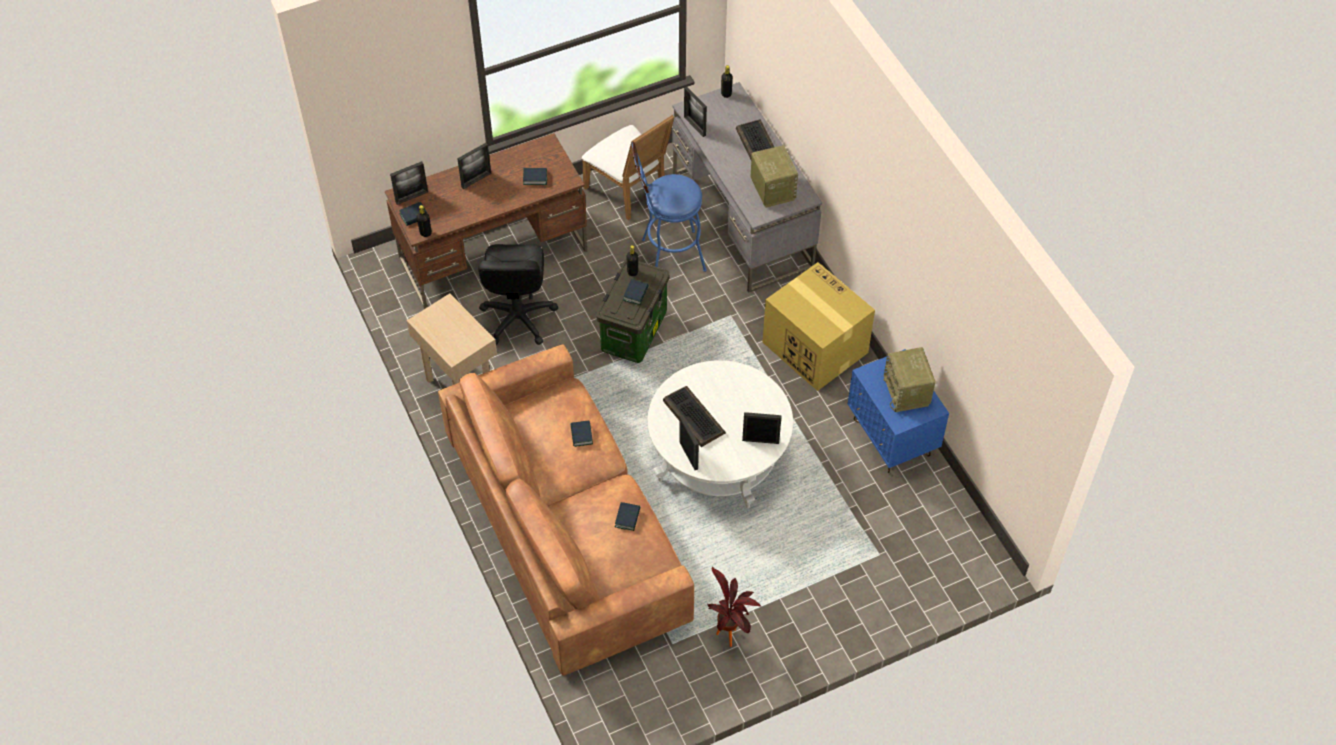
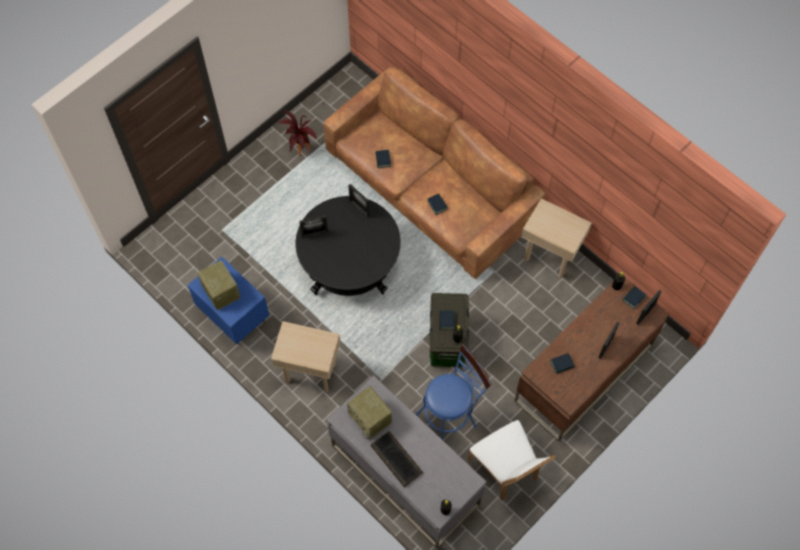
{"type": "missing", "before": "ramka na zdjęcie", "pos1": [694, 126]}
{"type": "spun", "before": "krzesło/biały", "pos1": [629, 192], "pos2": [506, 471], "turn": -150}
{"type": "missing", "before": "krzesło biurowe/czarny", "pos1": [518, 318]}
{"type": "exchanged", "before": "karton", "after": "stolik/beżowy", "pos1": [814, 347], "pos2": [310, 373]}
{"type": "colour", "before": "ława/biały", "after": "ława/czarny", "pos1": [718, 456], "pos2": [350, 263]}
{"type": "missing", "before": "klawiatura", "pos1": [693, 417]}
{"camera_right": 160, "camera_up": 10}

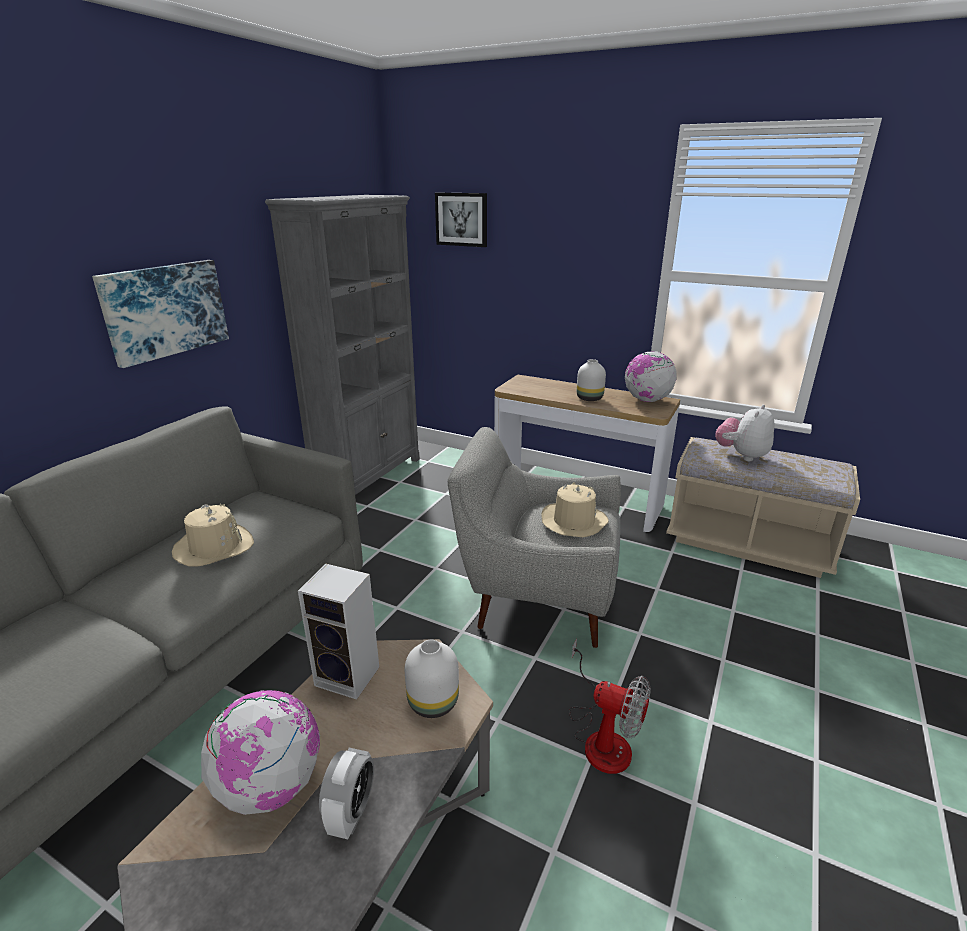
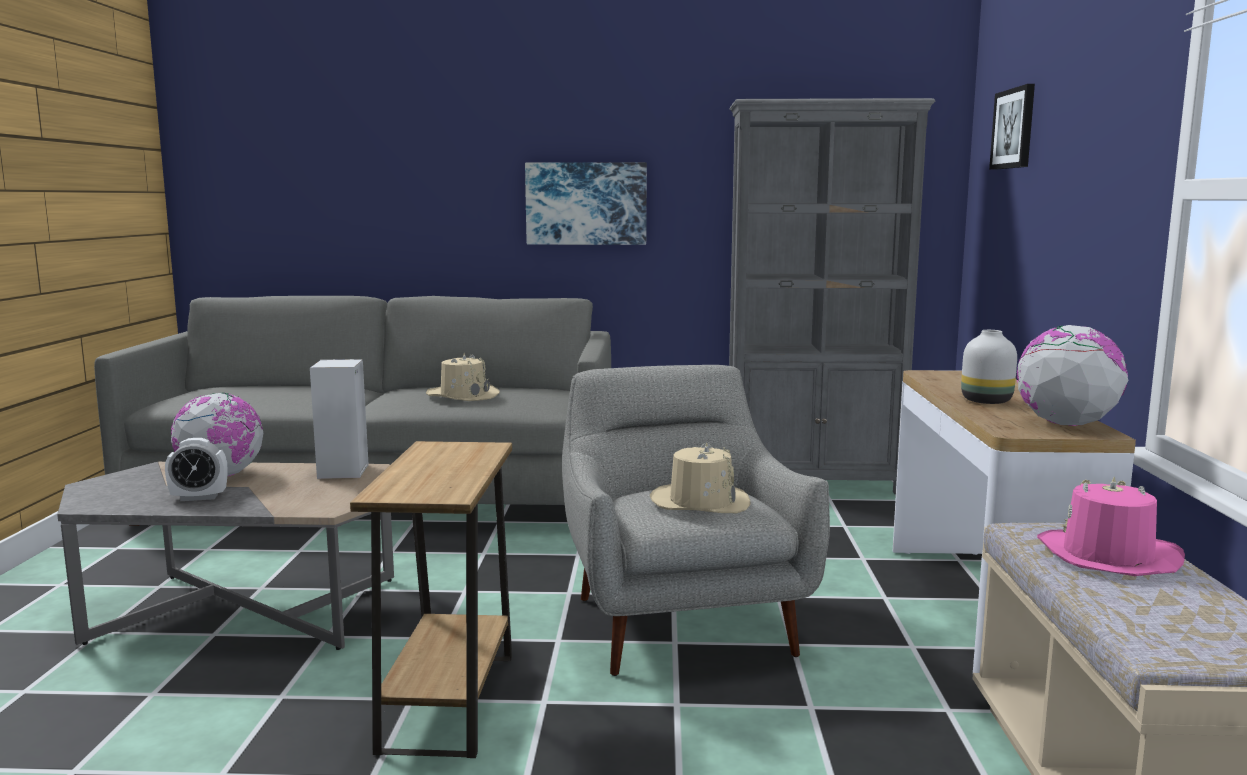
{"type": "exchanged", "before": "pluszak", "after": "kapelusz/różowy", "pos1": [741, 455], "pos2": [1107, 556]}
{"type": "exchanged", "before": "wentylator", "after": "stolik/brązowy", "pos1": [601, 737], "pos2": [449, 701]}
{"type": "missing", "before": "wazon/biały", "pos1": [434, 703]}
{"camera_right": 65, "camera_up": -15}

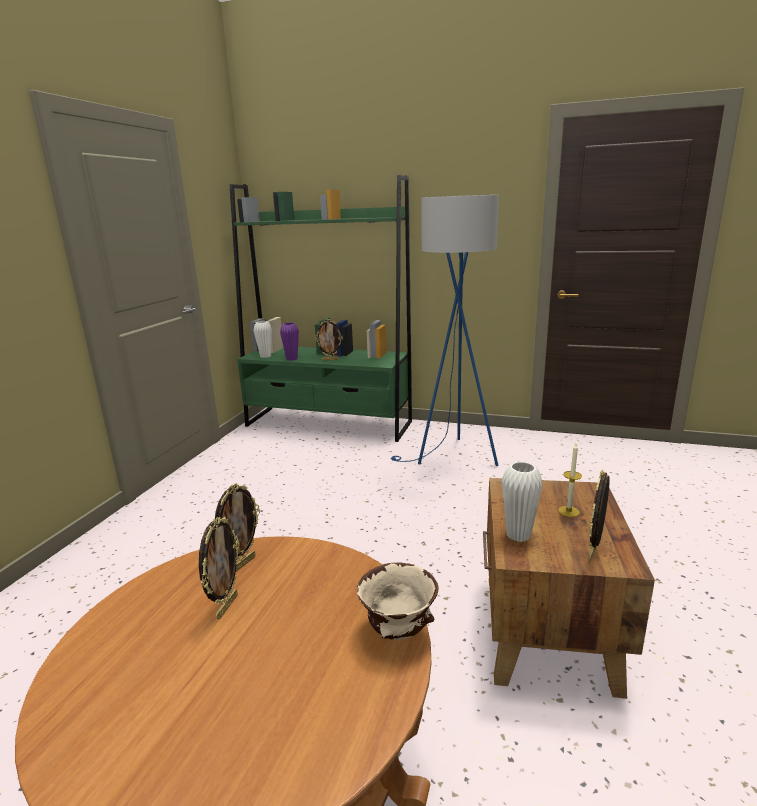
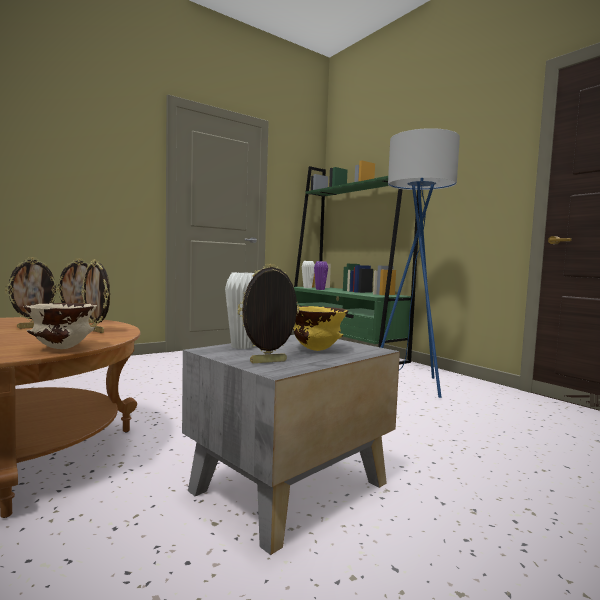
{"type": "relocated", "before": "ramka na zdjęcie", "pos1": [330, 359], "pos2": [96, 331]}
{"type": "exchanged", "before": "świeca", "after": "miska/żółty", "pos1": [568, 511], "pos2": [316, 350]}
{"type": "colour", "before": "stolik/brązowy", "after": "stolik/szary", "pos1": [547, 631], "pos2": [288, 487]}
{"camera_right": 35, "camera_up": -15}

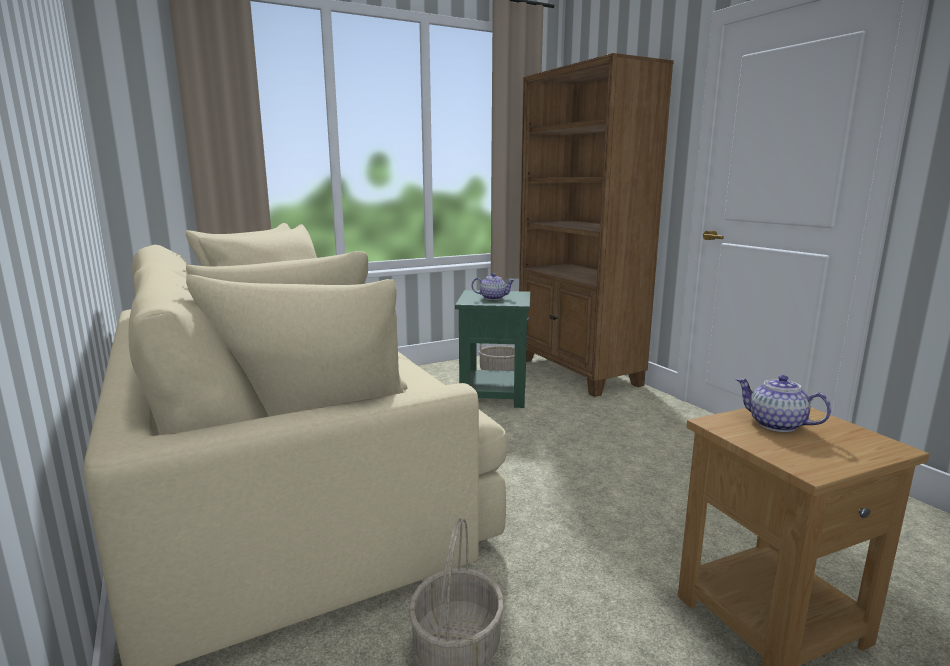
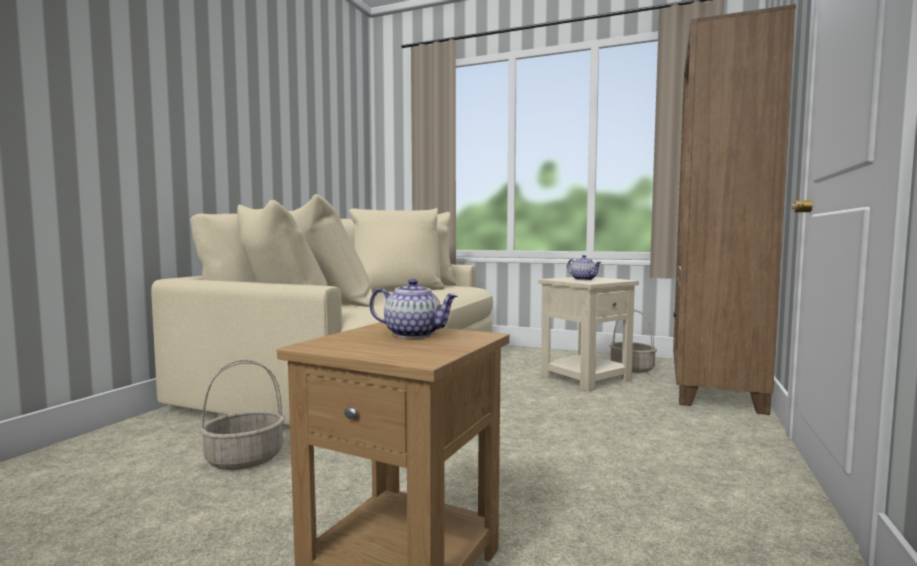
{"type": "colour", "before": "stolik/zielony", "after": "stolik/beżowy", "pos1": [493, 394], "pos2": [586, 378]}
{"type": "spun", "before": "imbryk", "pos1": [775, 424], "pos2": [414, 334], "turn": 105}
{"camera_right": 50, "camera_up": -10}

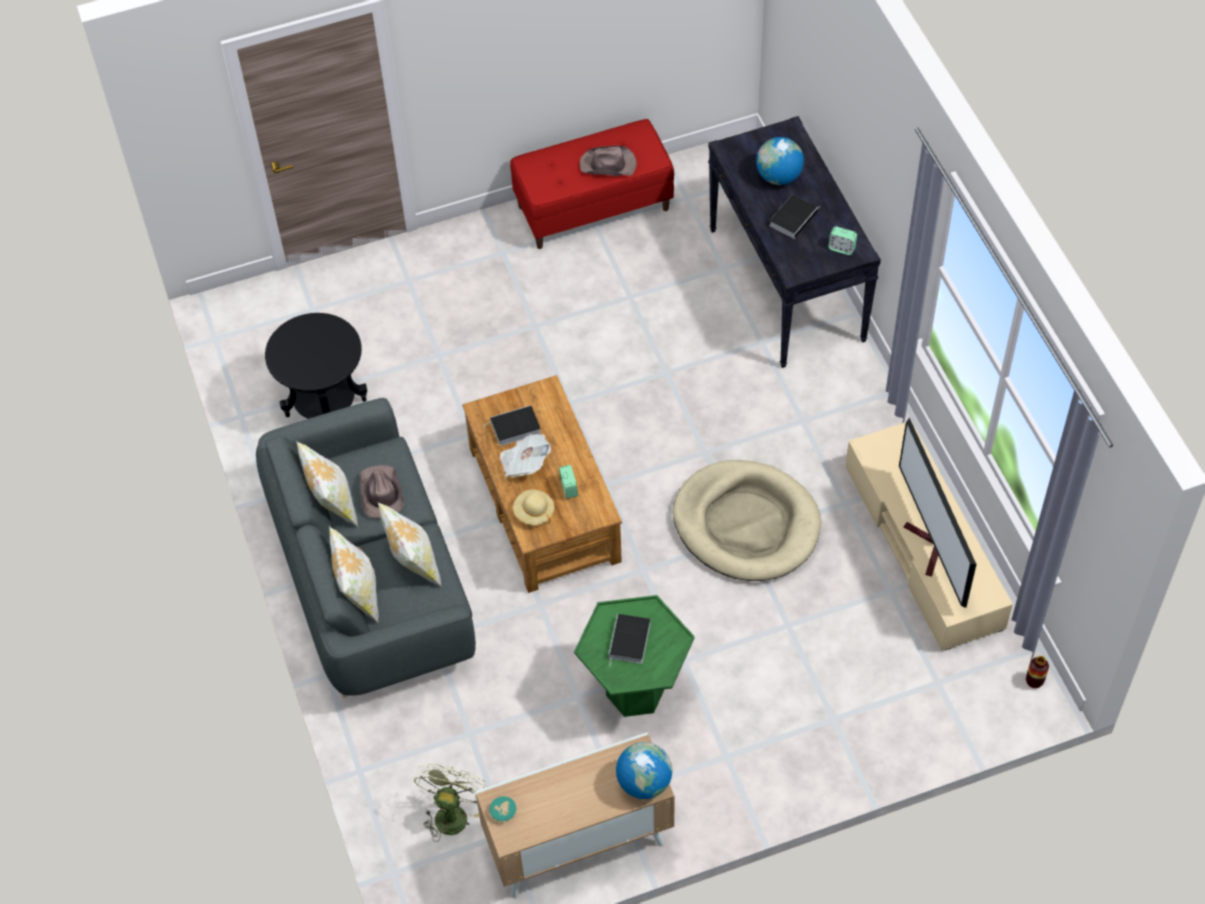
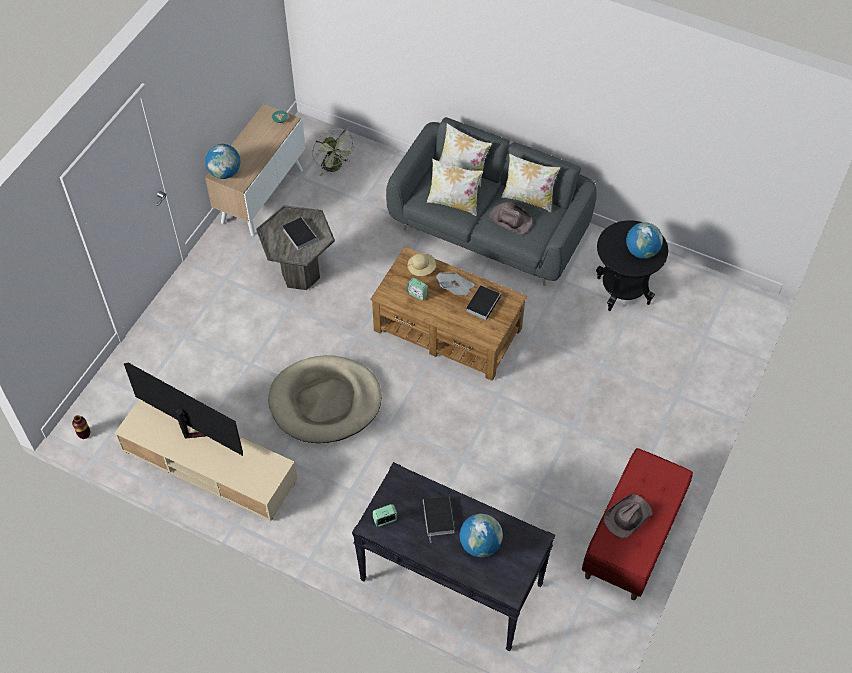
{"type": "colour", "before": "stolik/zielony", "after": "stolik/szary", "pos1": [635, 692], "pos2": [300, 275]}
{"type": "appeared", "after": "globus", "pos2": [642, 251]}
{"camera_right": 135, "camera_up": 0}

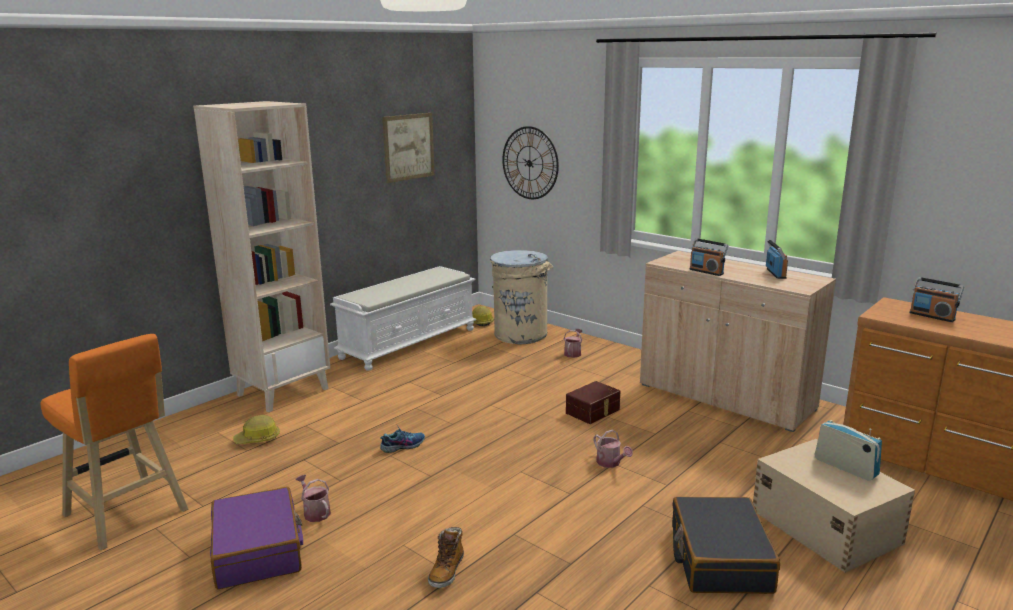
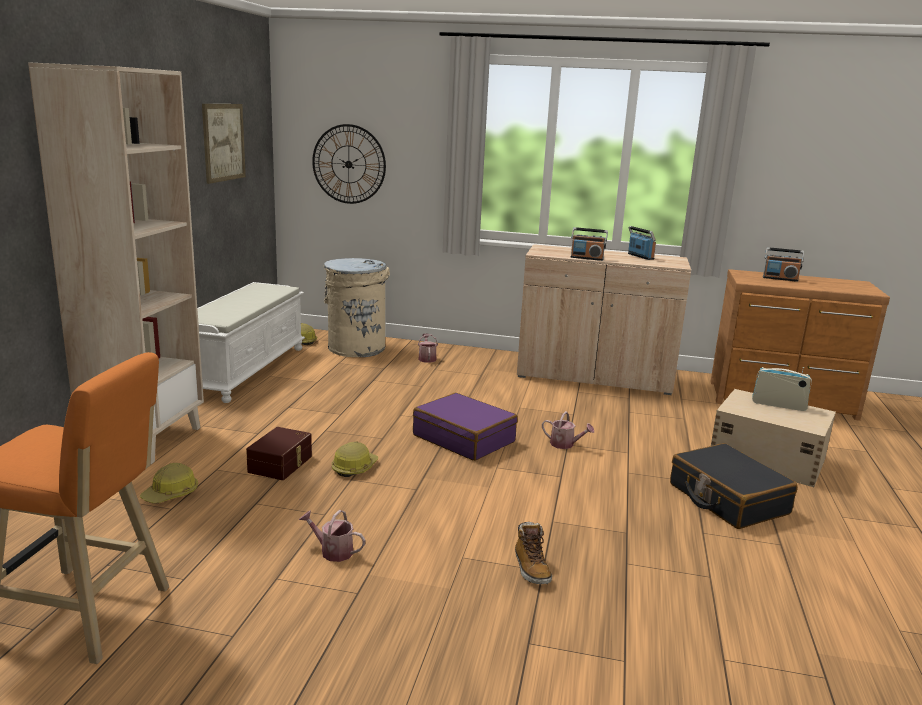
{"type": "relocated", "before": "pojemnik do przechowywania/brązowy", "pos1": [593, 411], "pos2": [281, 464]}
{"type": "exchanged", "before": "but", "after": "kask", "pos1": [403, 446], "pos2": [354, 468]}
{"type": "relocated", "before": "walizka/fioletowy", "pos1": [258, 550], "pos2": [464, 438]}
{"camera_right": -30, "camera_up": 0}

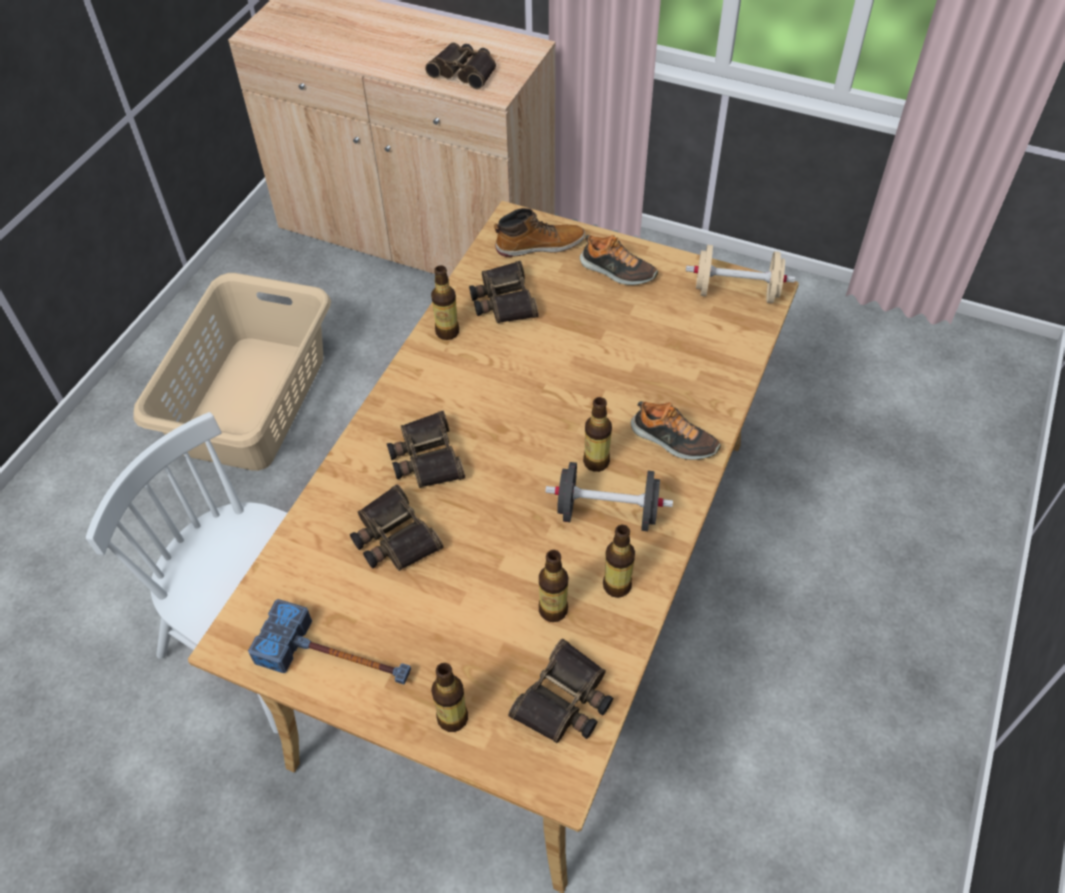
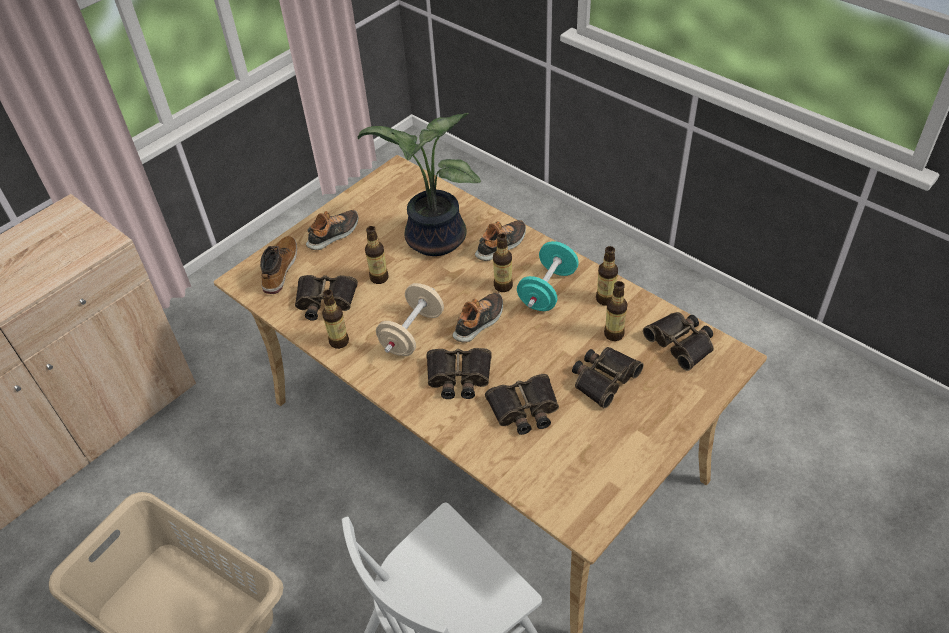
{"type": "relocated", "before": "lornetka", "pos1": [465, 71], "pos2": [603, 378]}
{"type": "relocated", "before": "hantel/beżowy", "pos1": [736, 292], "pos2": [412, 333]}
{"type": "colour", "before": "hantel/czarny", "after": "hantel/turkusowy", "pos1": [607, 513], "pos2": [547, 290]}
{"type": "missing", "before": "młotek", "pos1": [337, 659]}
{"type": "relocated", "before": "butelka", "pos1": [452, 718], "pos2": [379, 278]}
{"type": "appeared", "after": "roślina doniczkowa", "pos2": [432, 240]}
{"type": "appeared", "after": "but", "pos2": [479, 322]}
{"camera_right": -70, "camera_up": -5}

